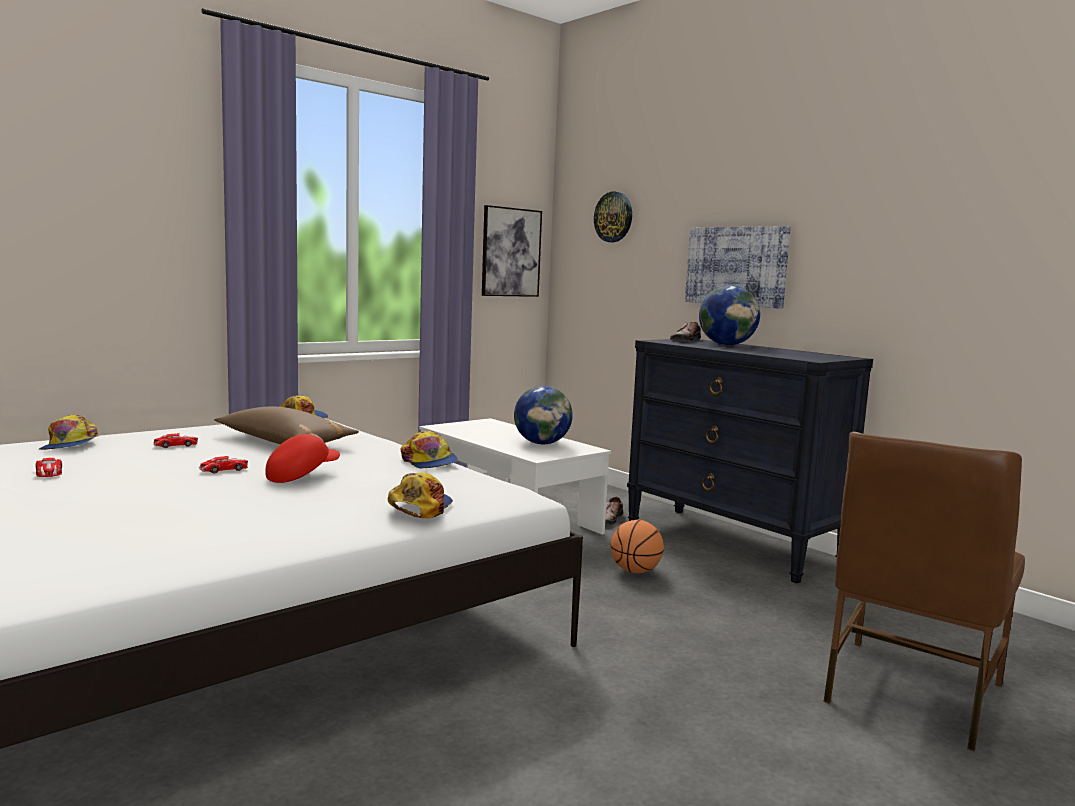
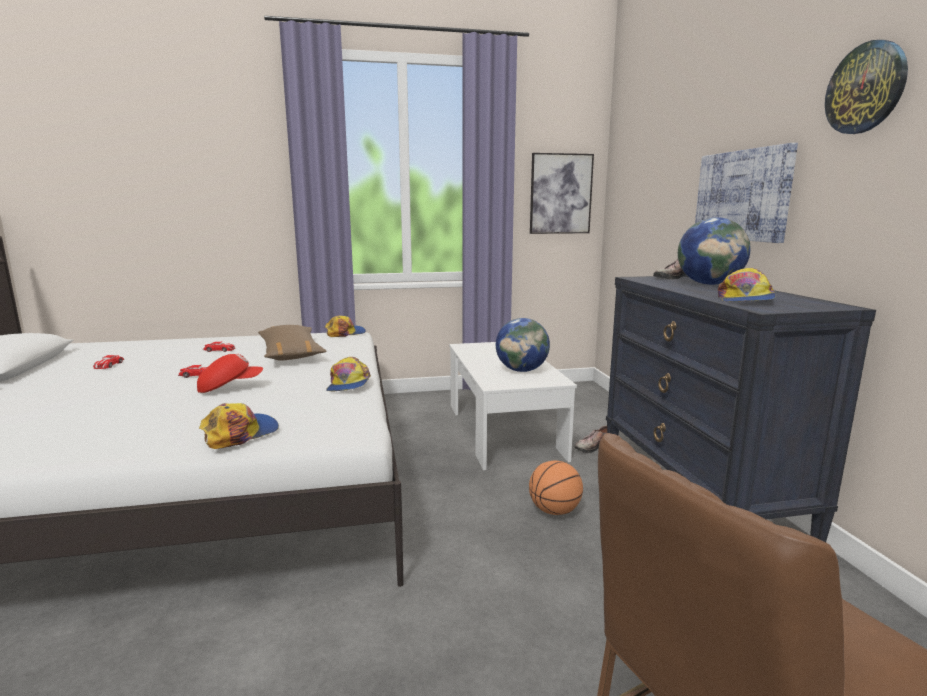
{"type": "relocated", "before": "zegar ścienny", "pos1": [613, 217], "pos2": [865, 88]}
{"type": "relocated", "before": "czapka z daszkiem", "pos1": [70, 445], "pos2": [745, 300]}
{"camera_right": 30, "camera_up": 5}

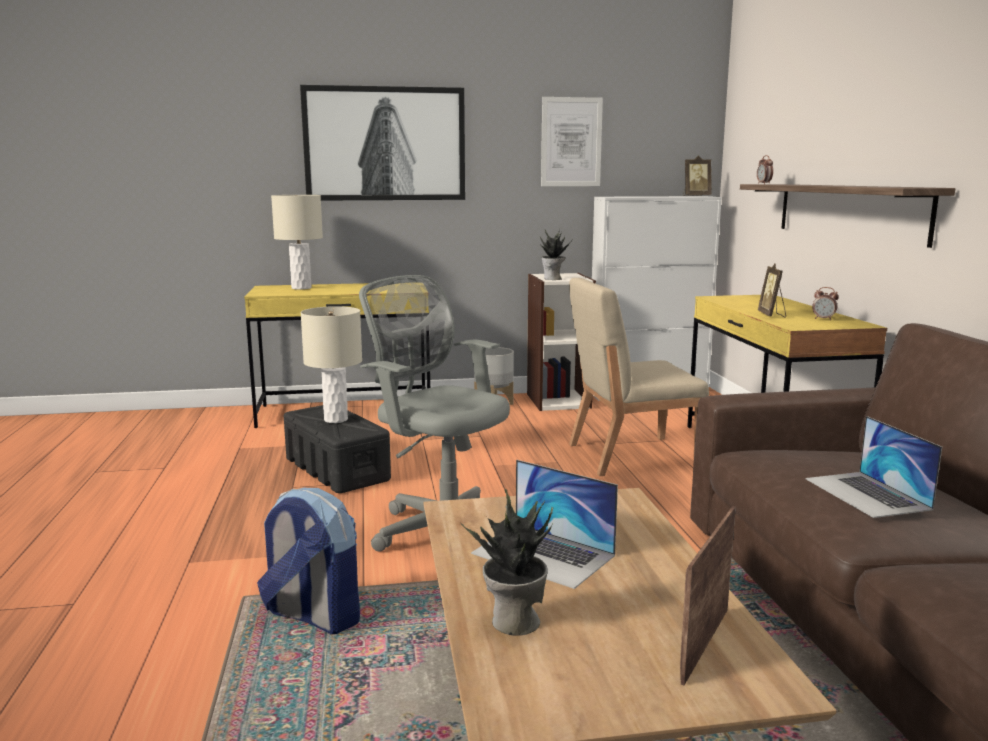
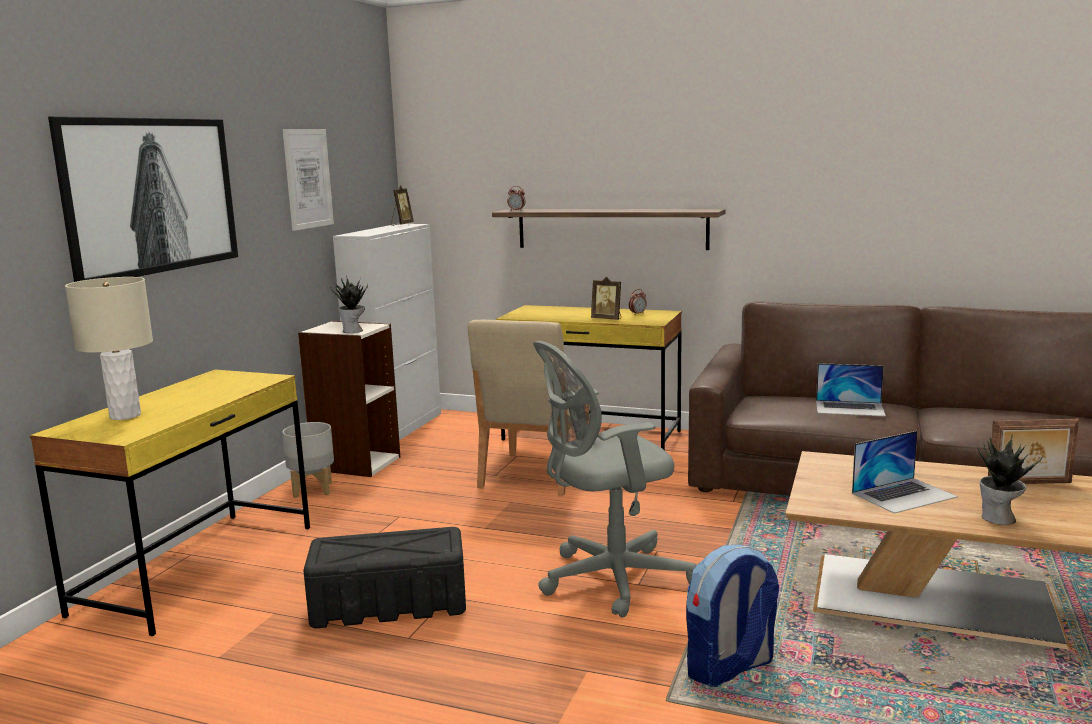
{"type": "missing", "before": "lampa stołowa/beżowy", "pos1": [336, 419]}
{"type": "spun", "before": "ramka na zdjęcie", "pos1": [703, 643], "pos2": [1030, 484], "turn": -60}
{"camera_right": -60, "camera_up": 0}

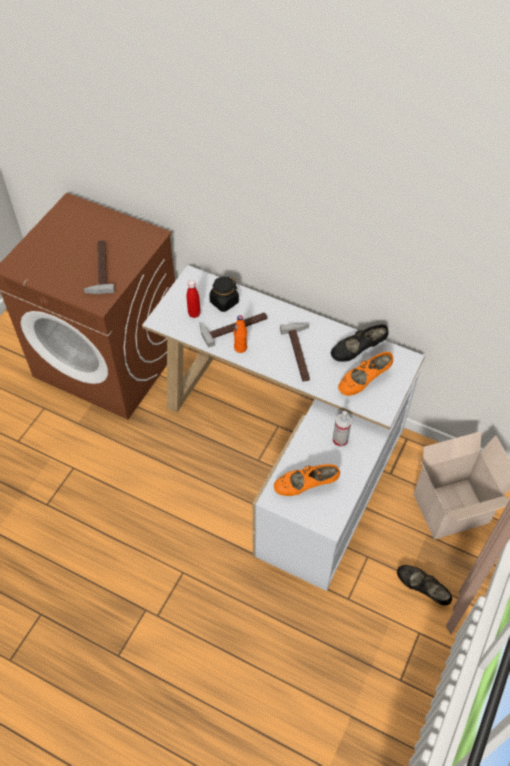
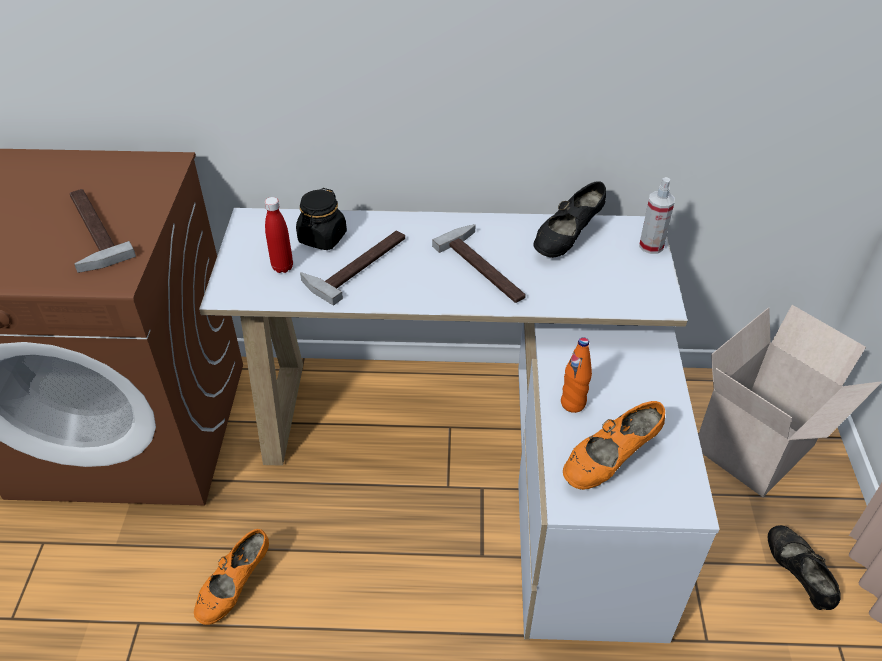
{"type": "relocated", "before": "butelka/pomarańczowy", "pos1": [240, 348], "pos2": [573, 403]}
{"type": "relocated", "before": "but/pomarańczowy", "pos1": [363, 382], "pos2": [235, 588]}
{"type": "relocated", "before": "spryskiwacz", "pos1": [340, 440], "pos2": [651, 246]}
{"type": "spun", "before": "but/czarny", "pos1": [422, 589], "pos2": [796, 576], "turn": 60}
{"camera_right": -25, "camera_up": -10}

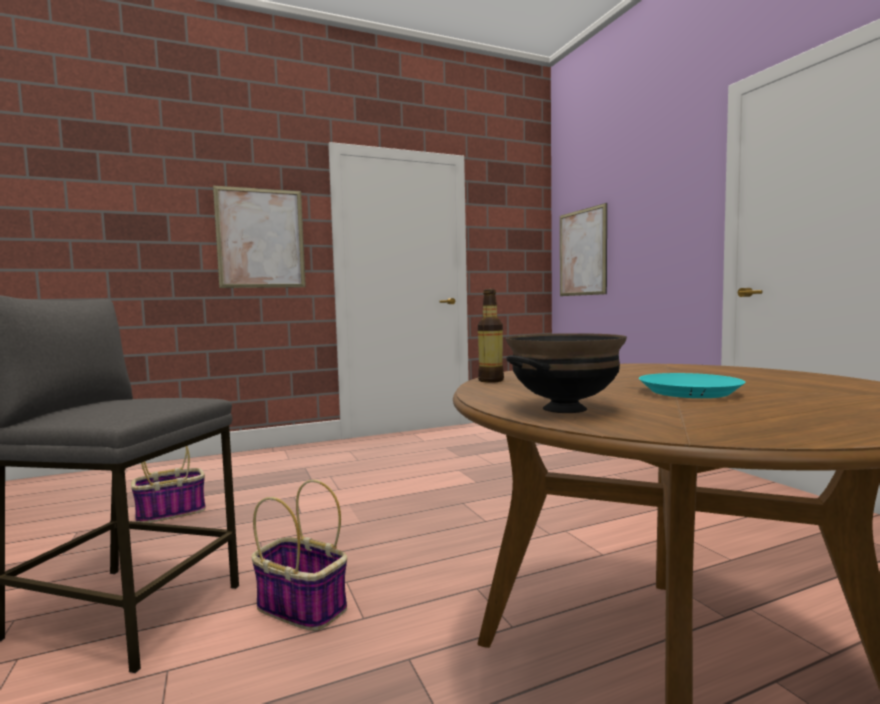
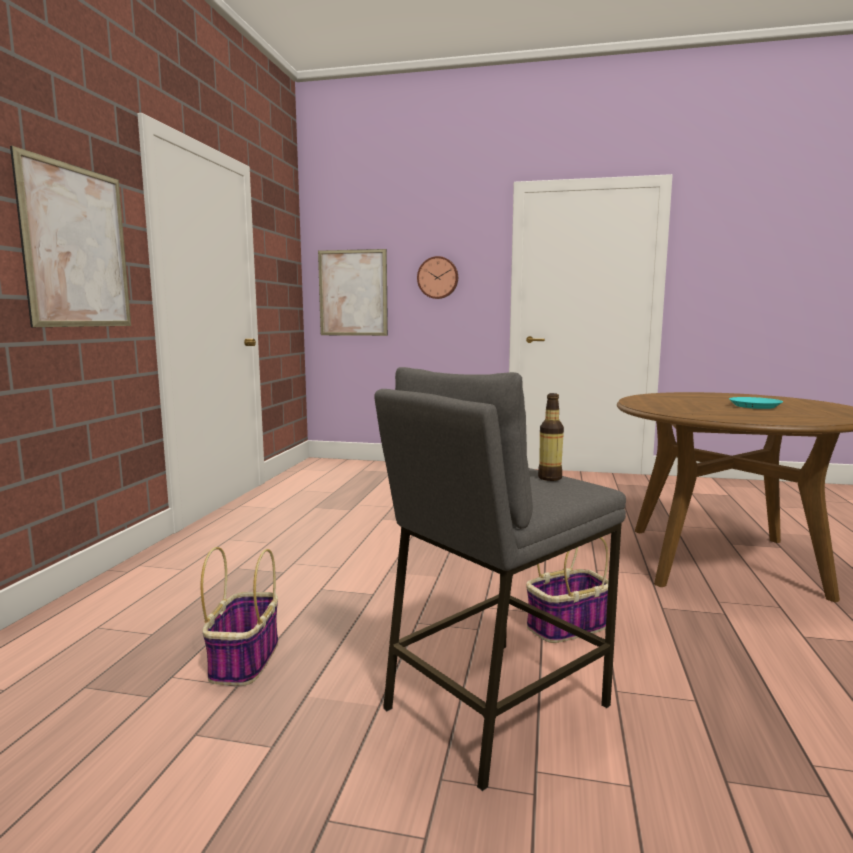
{"type": "relocated", "before": "butelka", "pos1": [490, 380], "pos2": [549, 478]}
{"type": "missing", "before": "miska/czarny", "pos1": [564, 408]}
{"type": "appeared", "after": "zegar ścienny", "pos2": [438, 277]}
{"camera_right": -55, "camera_up": 5}

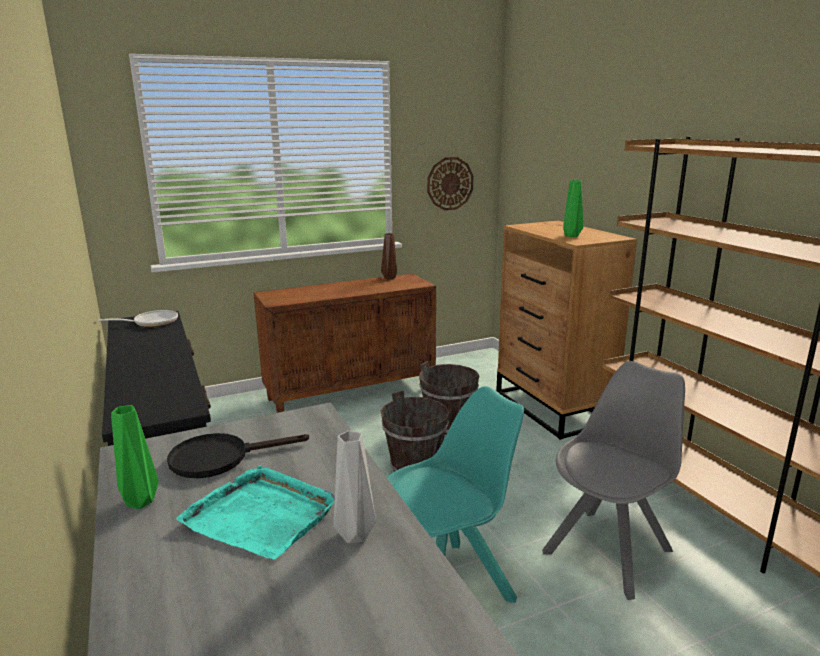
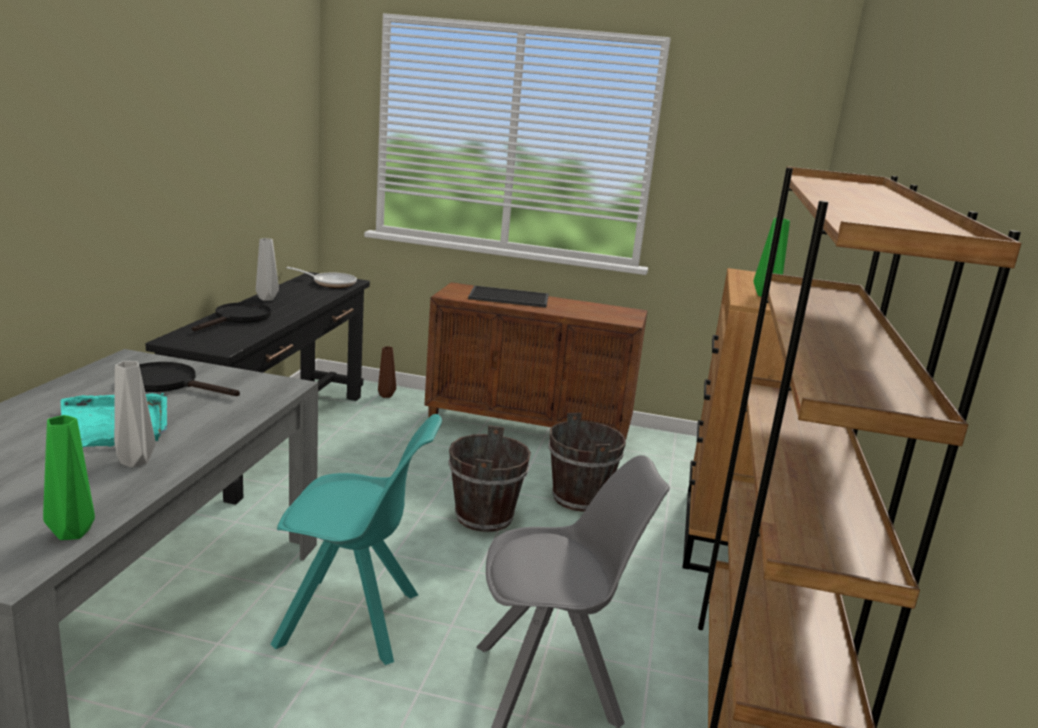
{"type": "missing", "before": "zegar ścienny", "pos1": [450, 183]}
{"type": "relocated", "before": "wazon/brązowy", "pos1": [390, 278], "pos2": [387, 396]}
{"type": "relocated", "before": "wazon/zielony", "pos1": [138, 502], "pos2": [71, 532]}
{"type": "appeared", "after": "wazon/szary", "pos2": [266, 298]}
{"type": "appeared", "after": "taca", "pos2": [508, 297]}
{"type": "appeared", "after": "patelnia/czarny", "pos2": [238, 318]}
{"camera_right": 35, "camera_up": 0}

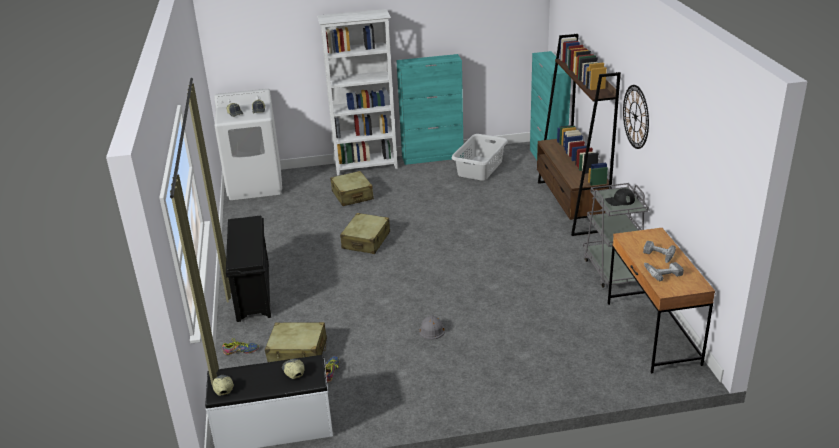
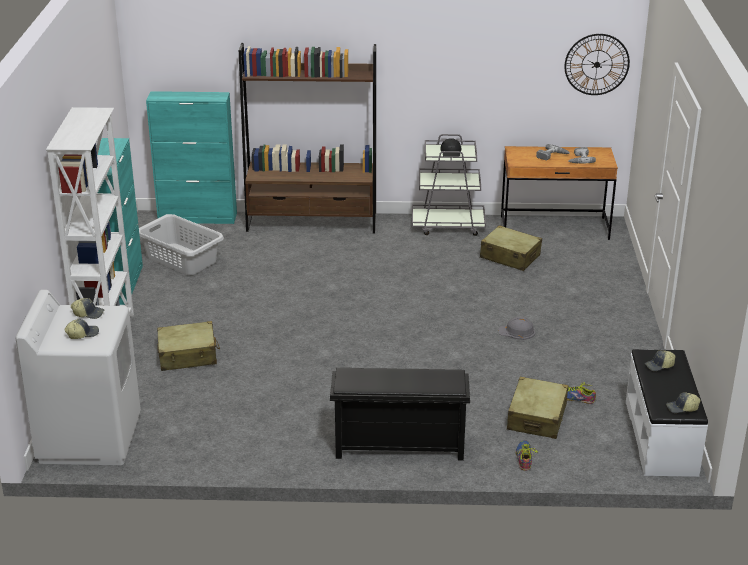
{"type": "relocated", "before": "zegar ścienny", "pos1": [635, 117], "pos2": [596, 64]}
{"type": "relocated", "before": "walizka/beżowy", "pos1": [366, 240], "pos2": [510, 257]}
{"camera_right": -80, "camera_up": 0}

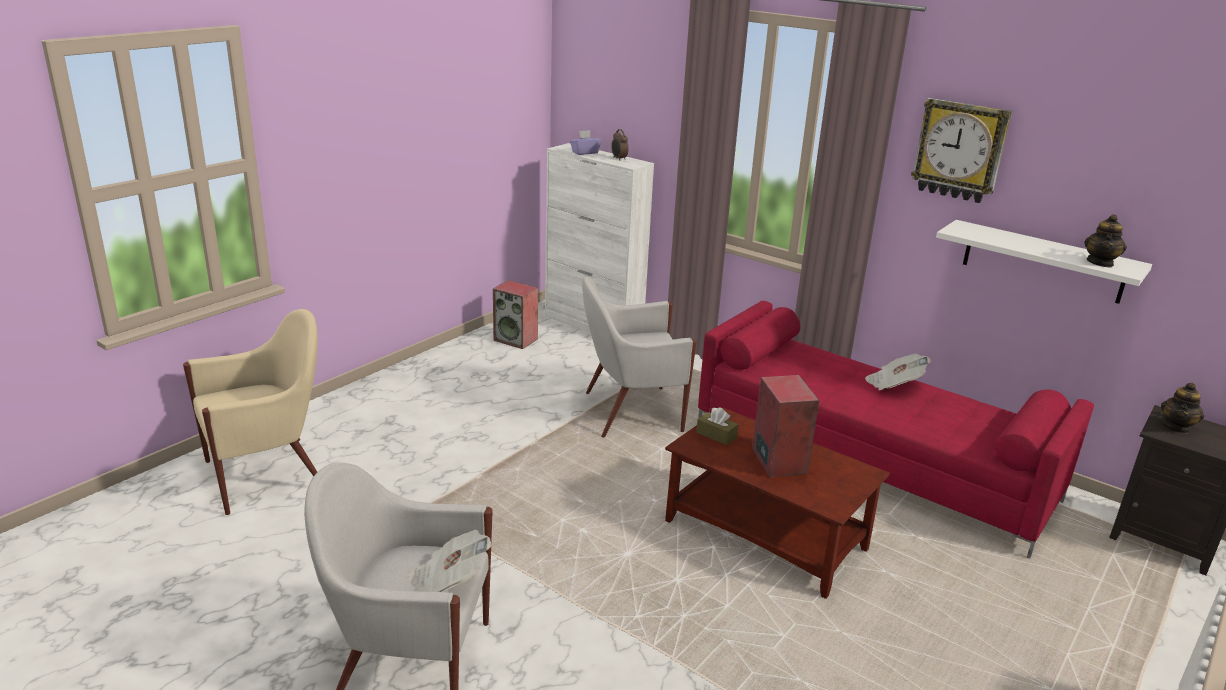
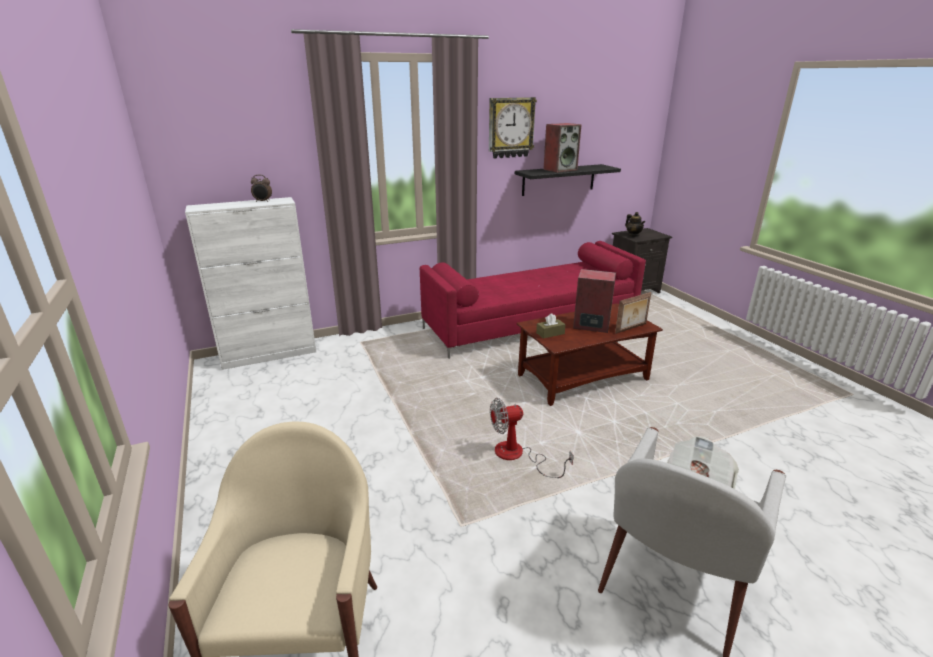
{"type": "missing", "before": "pudełko chusteczek/fioletowy", "pos1": [585, 152]}
{"type": "missing", "before": "imbryk", "pos1": [1100, 262]}
{"type": "colour", "before": "półka/biały", "after": "półka/czarny", "pos1": [1043, 261], "pos2": [558, 180]}
{"type": "missing", "before": "fotel/biały", "pos1": [630, 412]}
{"type": "relocated", "before": "głośnik", "pos1": [516, 339], "pos2": [560, 169]}
{"type": "missing", "before": "gazeta", "pos1": [894, 385]}
{"type": "appeared", "after": "ramka na zdjęcie", "pos2": [631, 328]}
{"type": "appeared", "after": "wentylator", "pos2": [518, 456]}
{"camera_right": -60, "camera_up": 0}

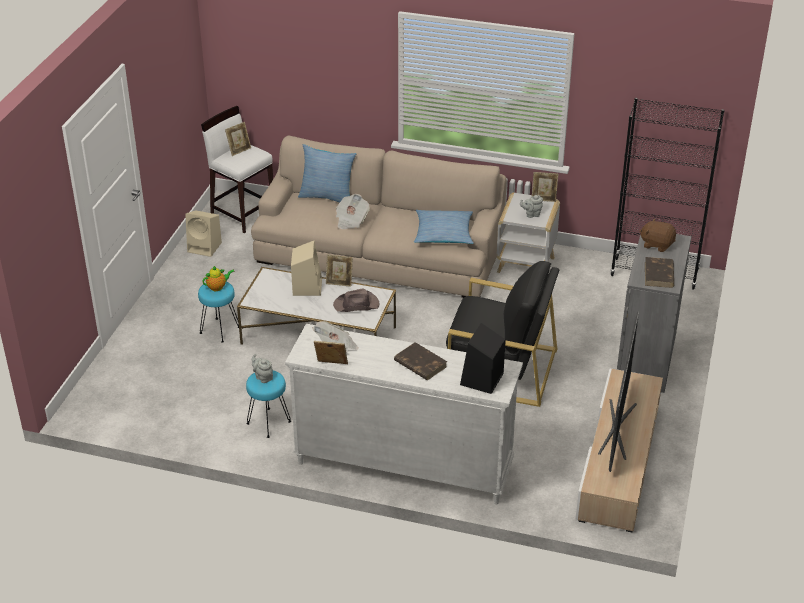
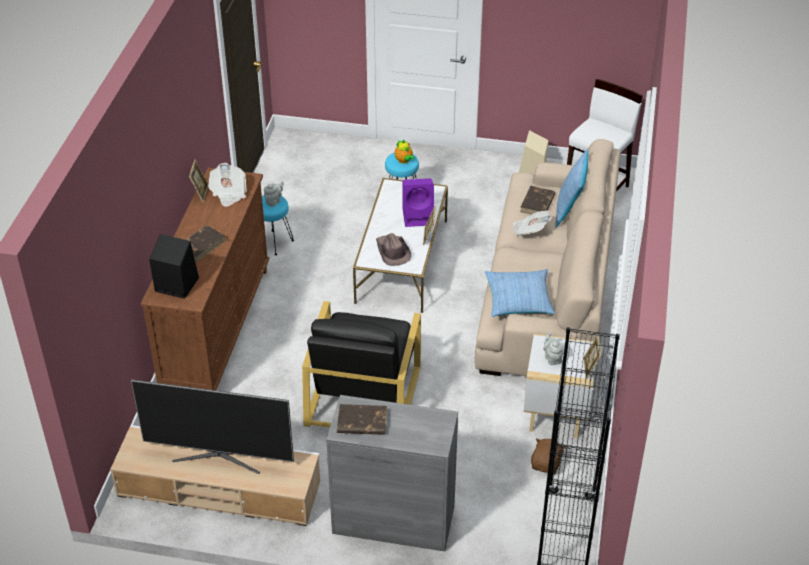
{"type": "missing", "before": "ramka na zdjęcie", "pos1": [239, 150]}
{"type": "relocated", "before": "pluszak/brązowy", "pos1": [657, 244], "pos2": [546, 464]}
{"type": "colour", "before": "głośnik/beżowy", "after": "głośnik/fioletowy", "pos1": [307, 286], "pos2": [419, 216]}
{"type": "colour", "before": "komoda/biały", "after": "komoda/brązowy", "pos1": [402, 465], "pos2": [217, 330]}
{"type": "appeared", "after": "książka/brązowy", "pos2": [537, 204]}
{"camera_right": 85, "camera_up": 5}

